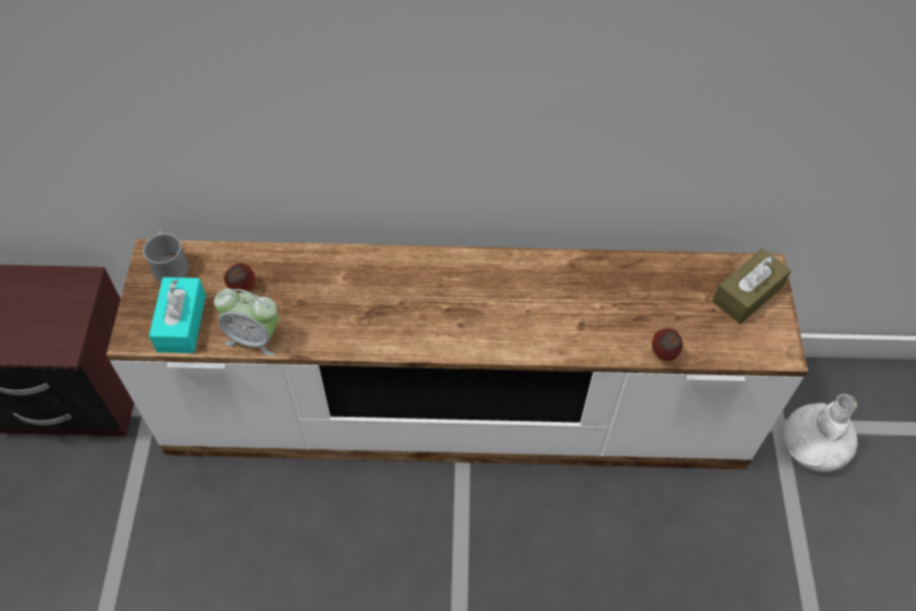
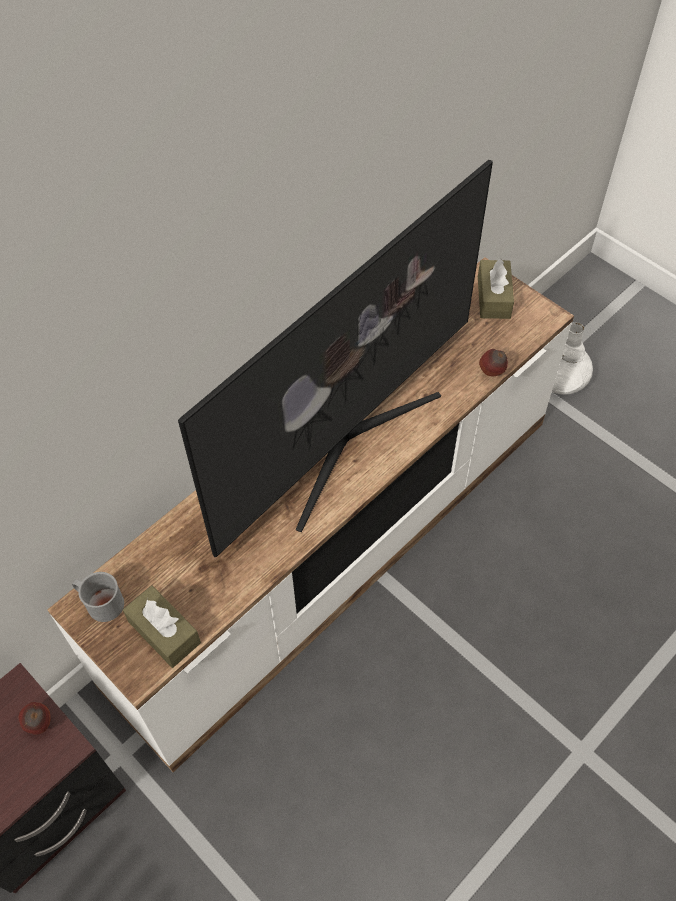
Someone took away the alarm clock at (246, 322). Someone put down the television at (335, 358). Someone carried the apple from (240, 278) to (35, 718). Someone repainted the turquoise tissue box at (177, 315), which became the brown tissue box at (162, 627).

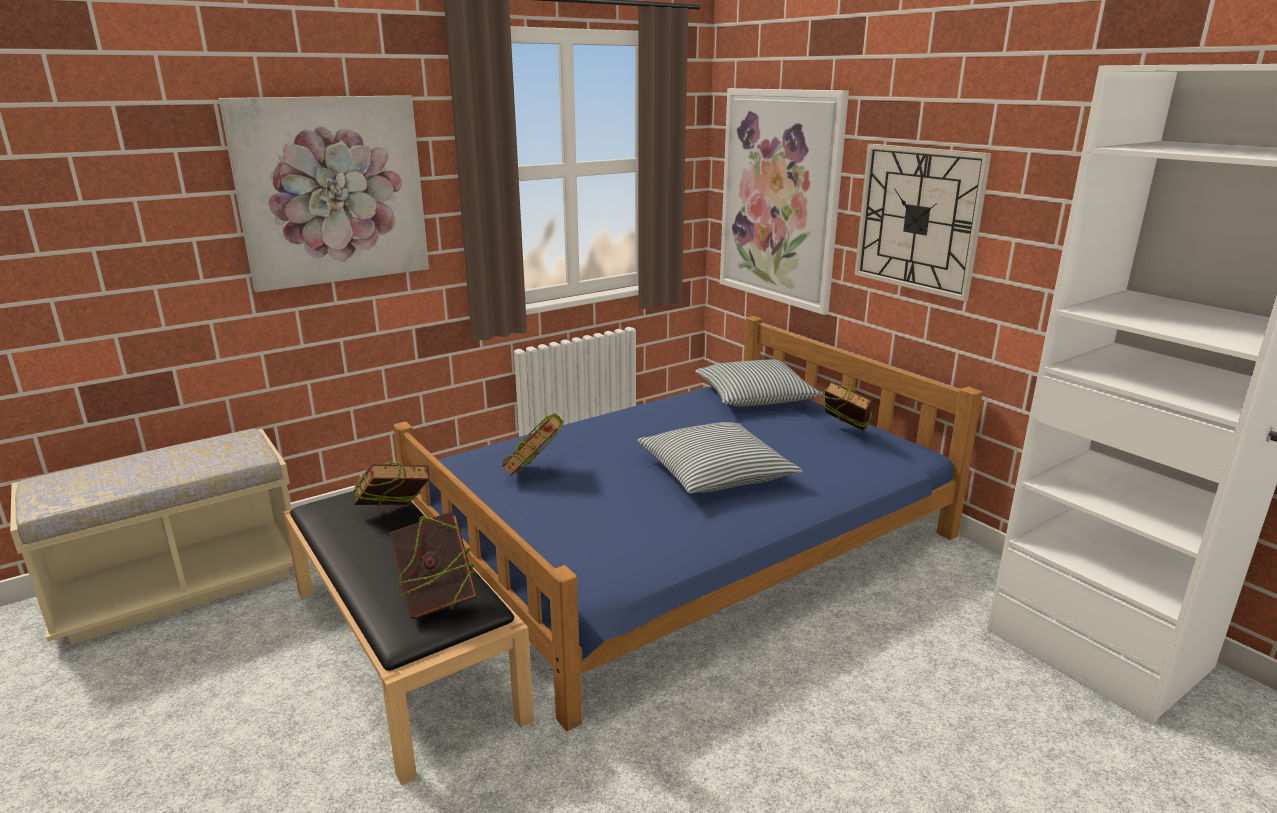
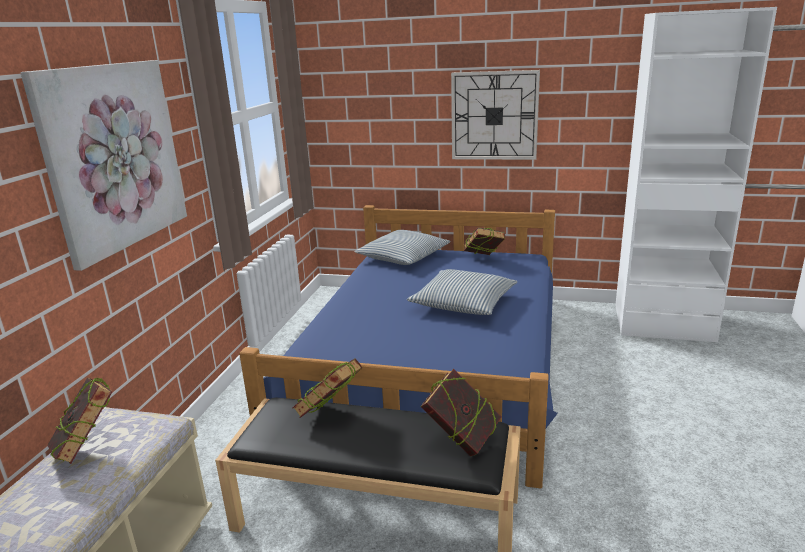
Someone took away the picture at (784, 201). Someone carried the book from (532, 444) to (80, 420).

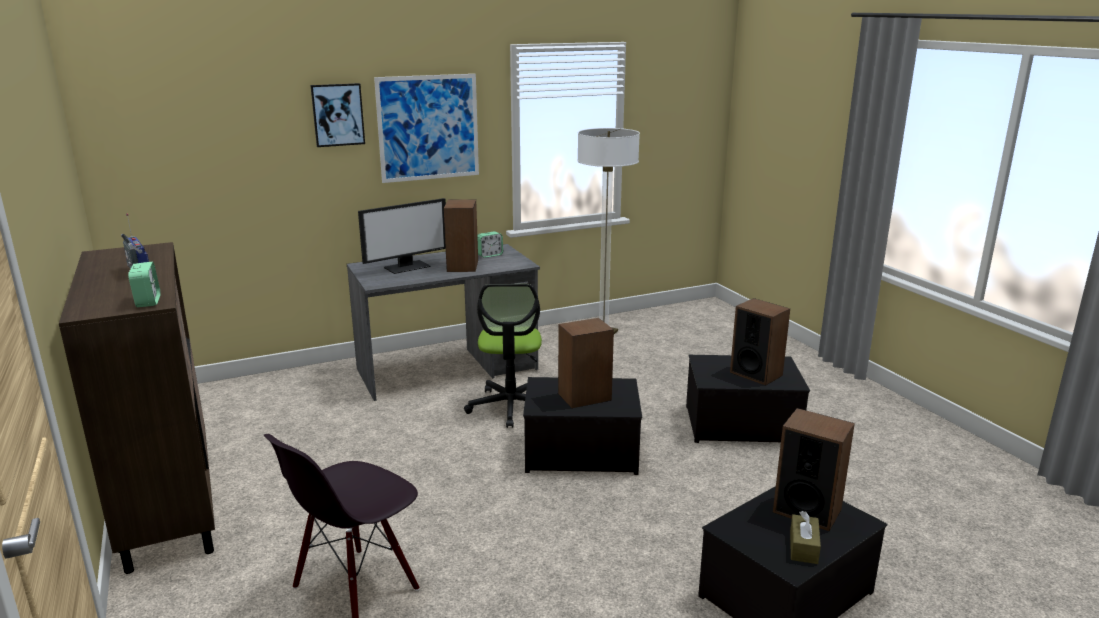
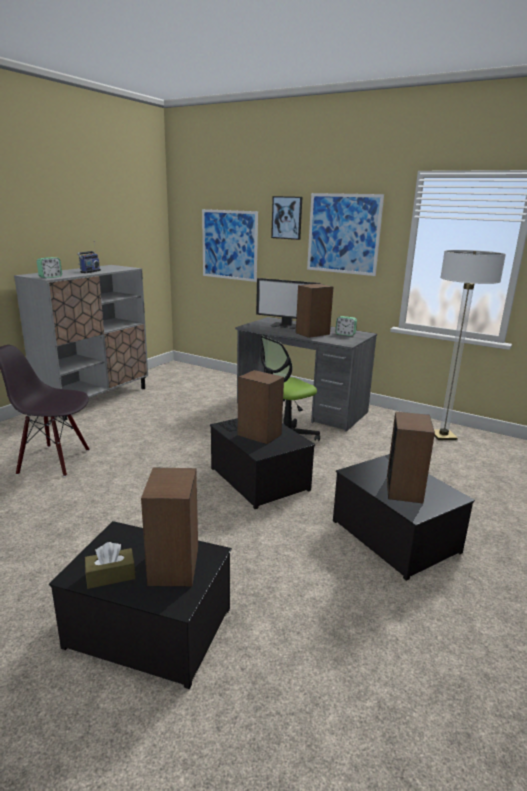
Someone put up the picture at (230, 245). Someone repainted the brown cabinet at (137, 408), which became the grey cabinet at (81, 342).

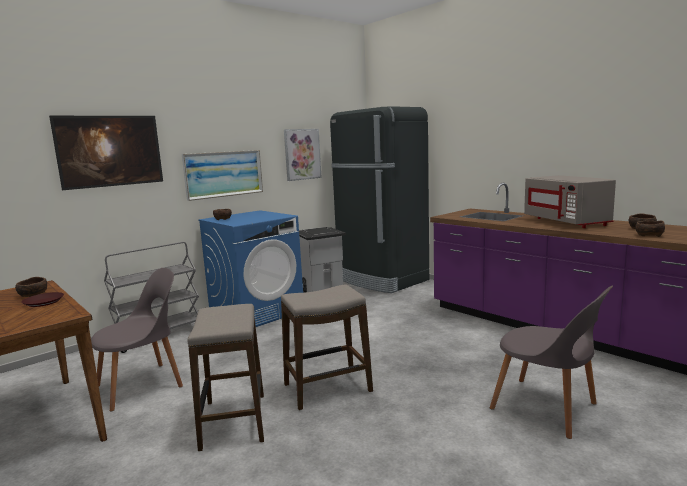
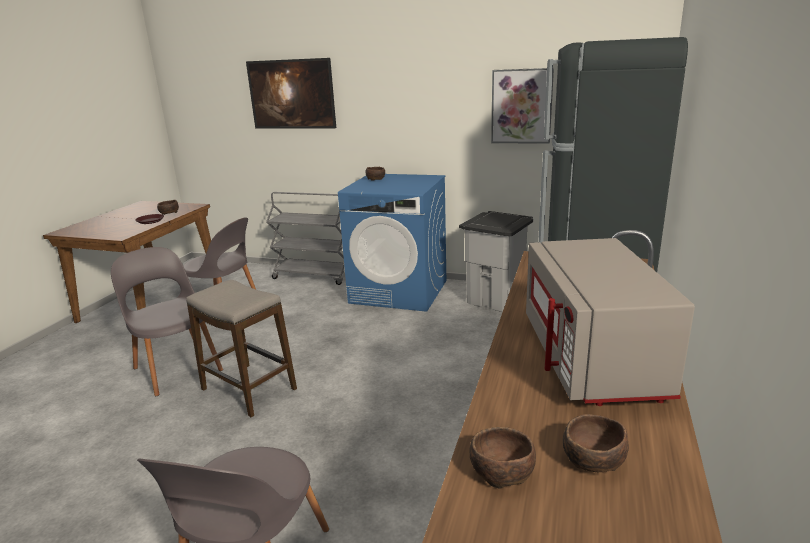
Someone took away the picture at (222, 175). Someone swapped the stool at (225, 377) for the grey chair at (167, 321). Someone rotated the grey microwave at (570, 201) by 45 degrees counterclockwise.

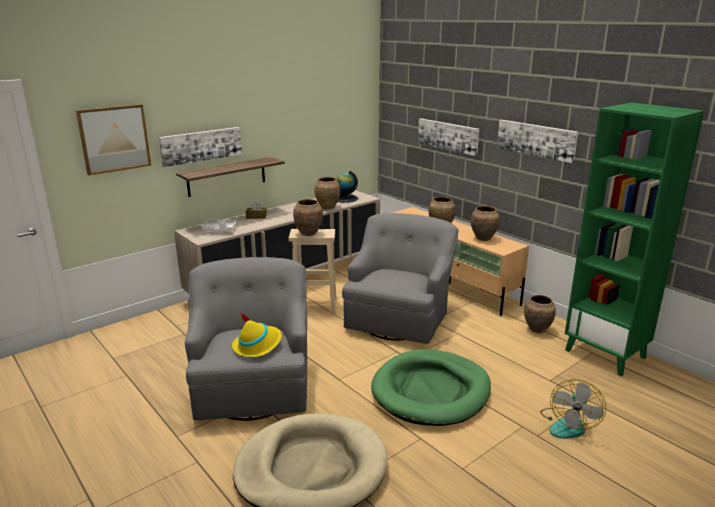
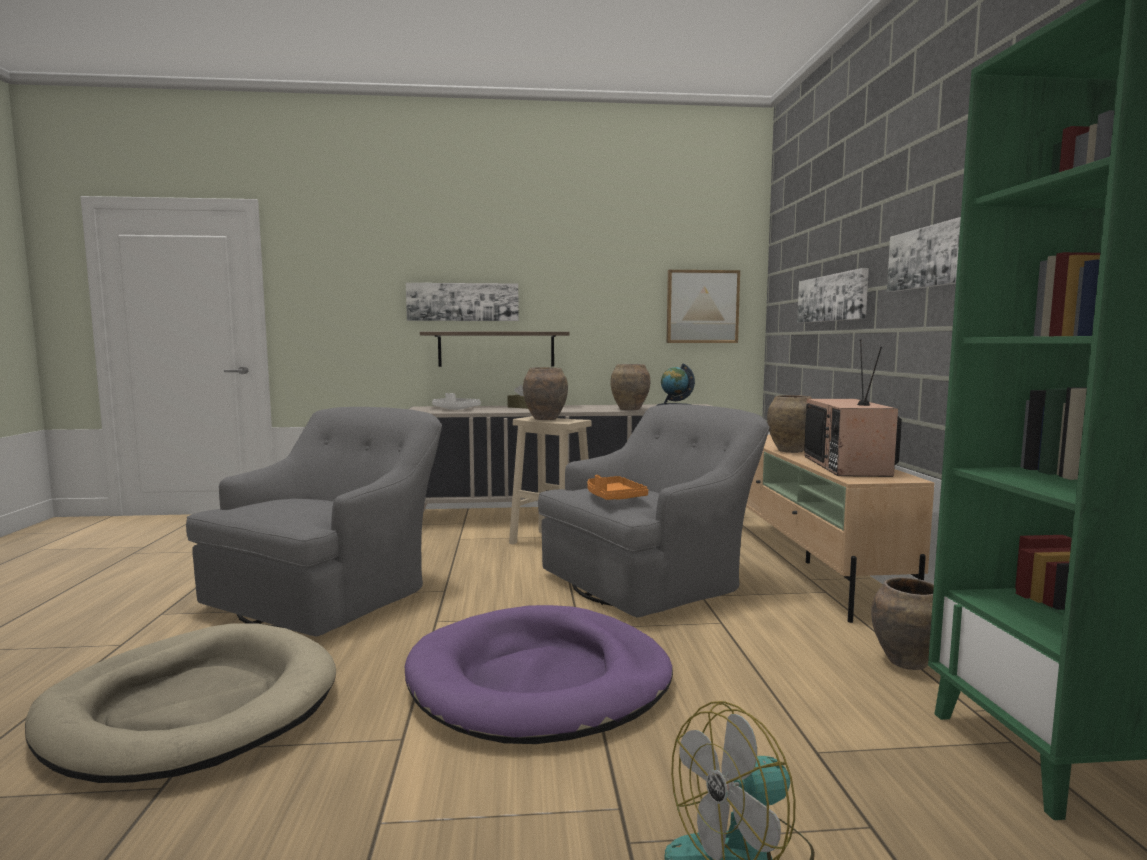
Someone took away the yellow hat at (257, 335). Someone put down the orange tray at (617, 487). Someone carried the picture from (113, 139) to (703, 306). Someone swapped the brown vase at (485, 223) for the television at (853, 408). Someone repainted the green dog bed at (431, 387), which became the purple dog bed at (539, 674).

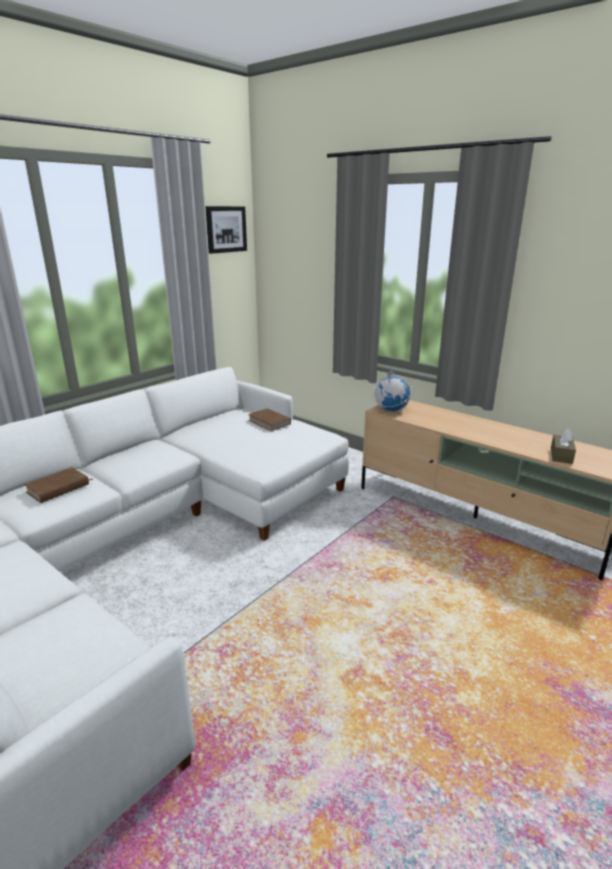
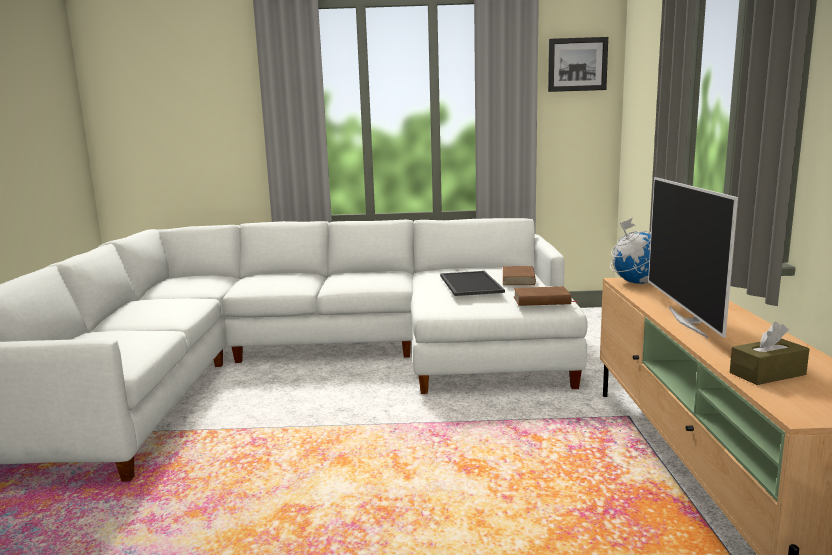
Someone put down the tray at (472, 283). Someone put down the television at (693, 257). Someone carried the brown book from (58, 485) to (546, 296).

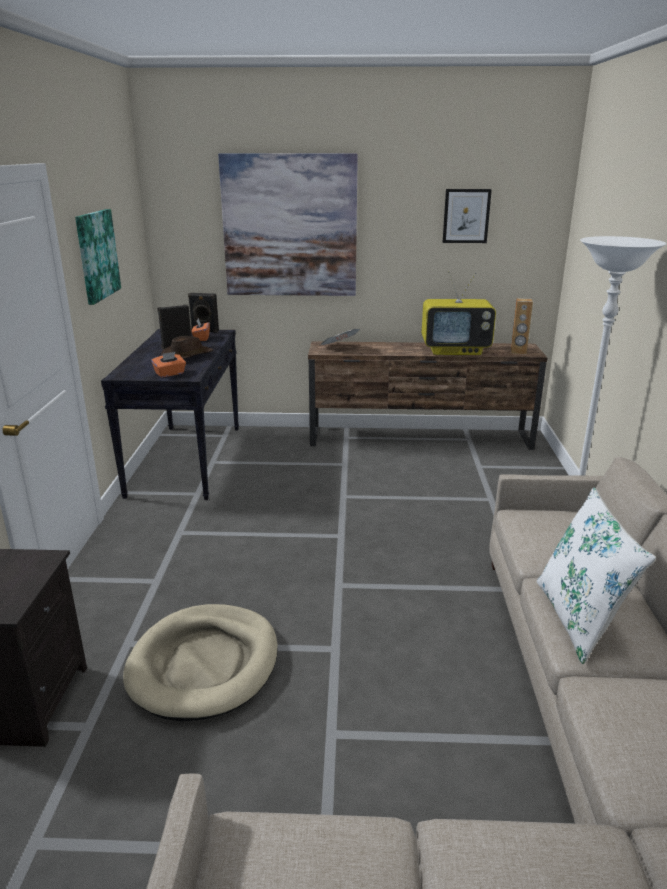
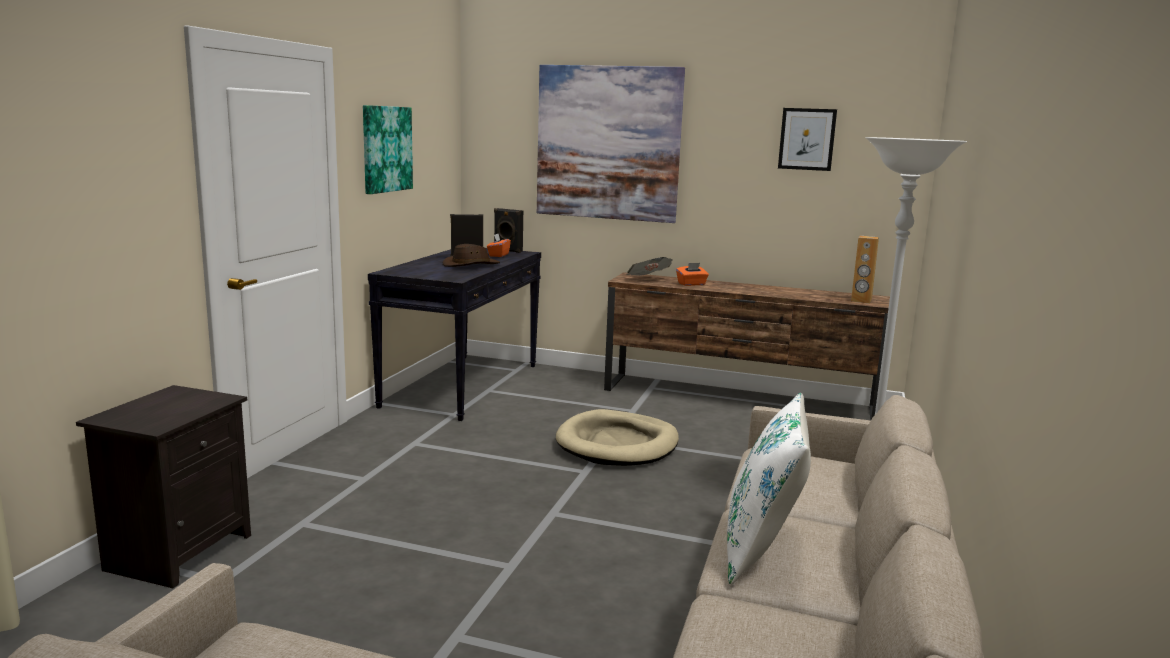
Someone took away the television at (459, 313). Someone carried the beige dog bed from (200, 662) to (617, 437). Someone carried the orange tissue box from (168, 364) to (692, 274).

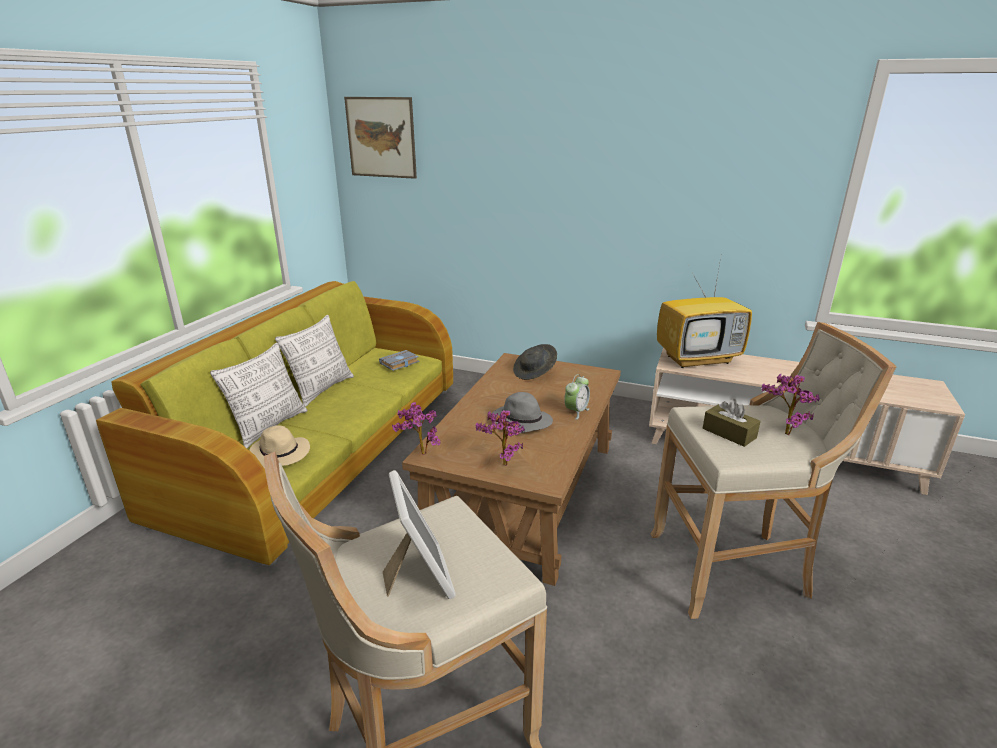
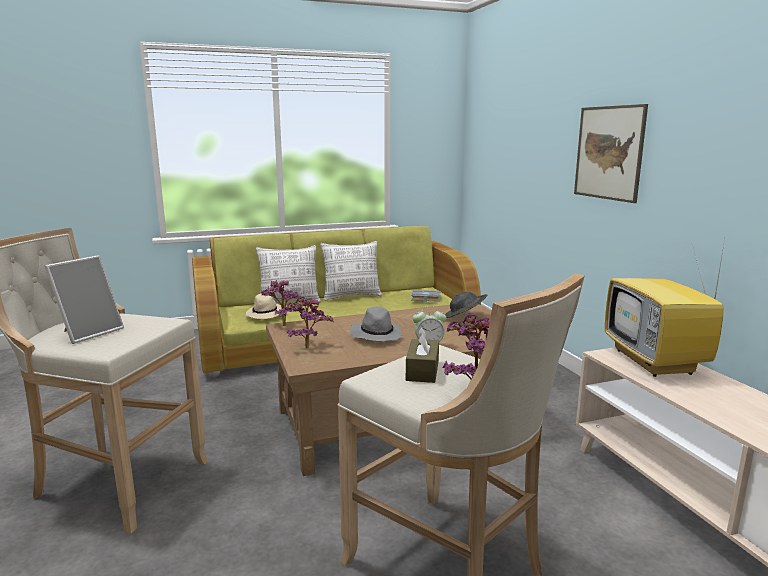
Someone carried the picture from (380, 138) to (611, 153). Someone rotated the television at (704, 313) by 45 degrees clockwise.

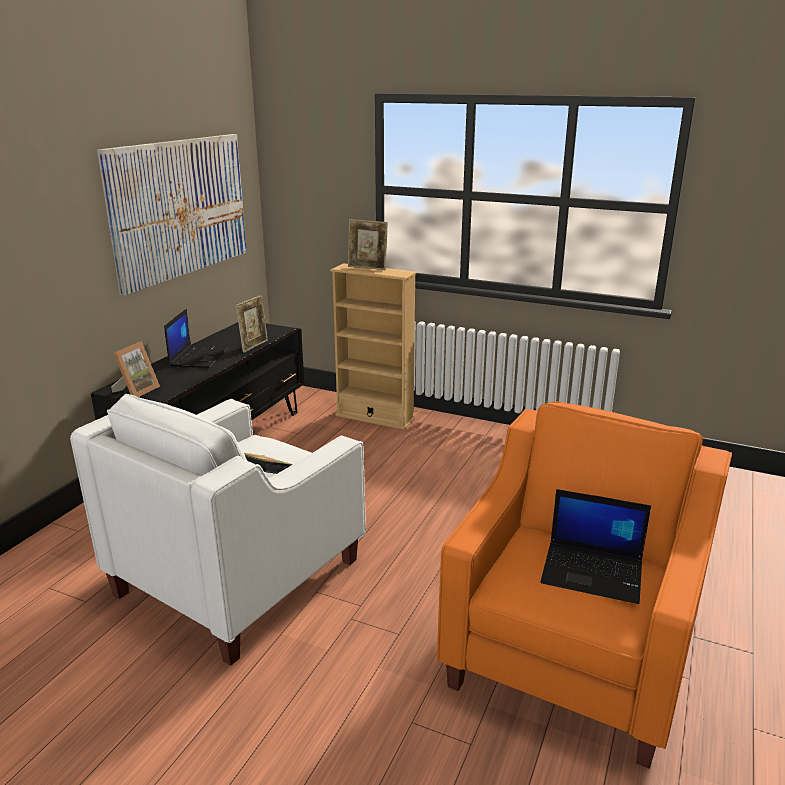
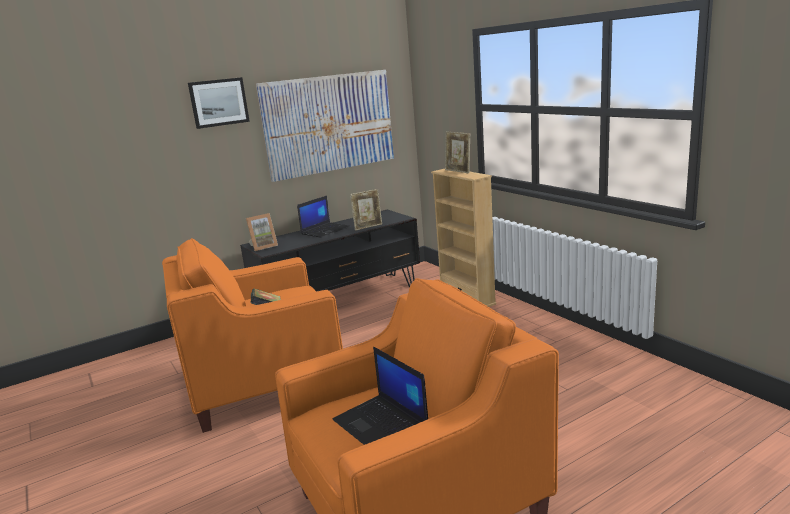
Someone put up the picture at (219, 103). Someone repainted the white armchair at (218, 530), which became the orange armchair at (252, 335).

